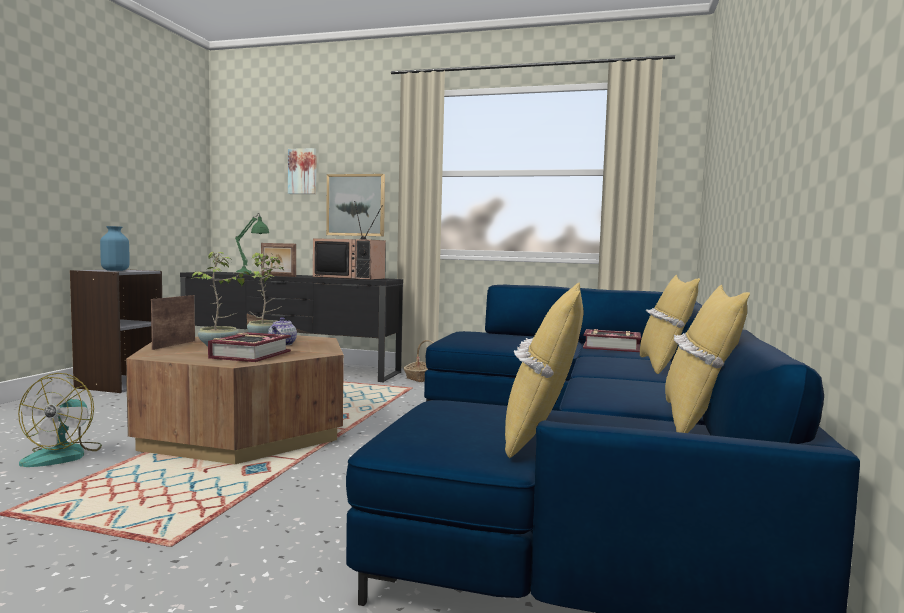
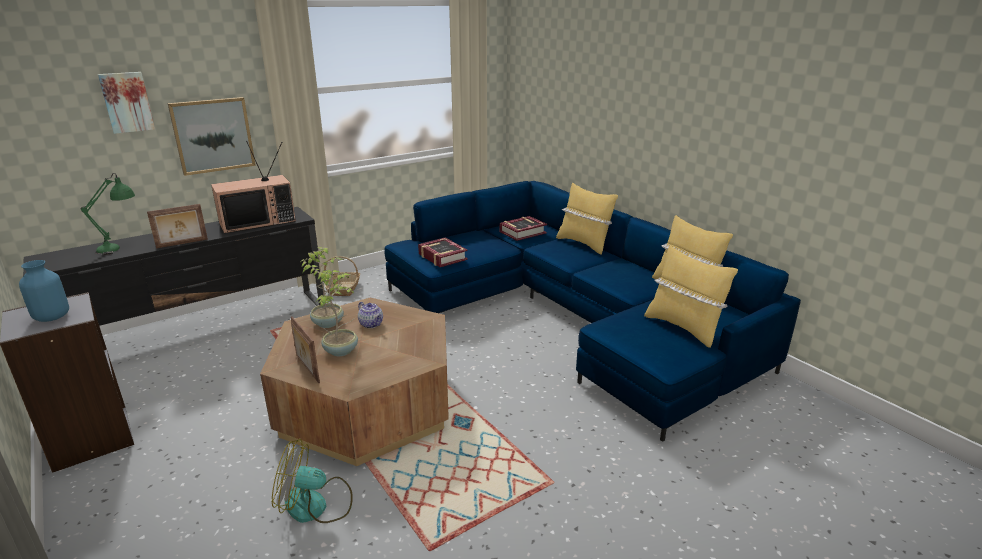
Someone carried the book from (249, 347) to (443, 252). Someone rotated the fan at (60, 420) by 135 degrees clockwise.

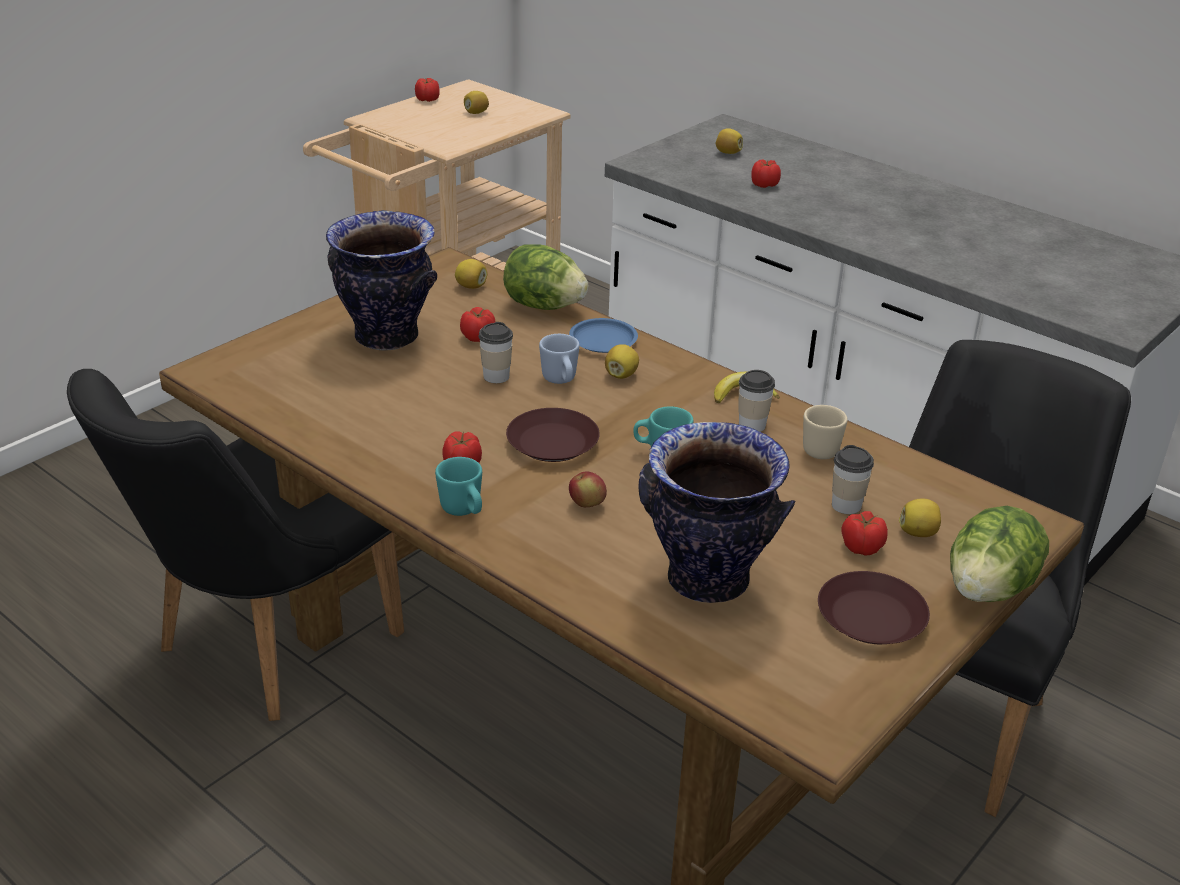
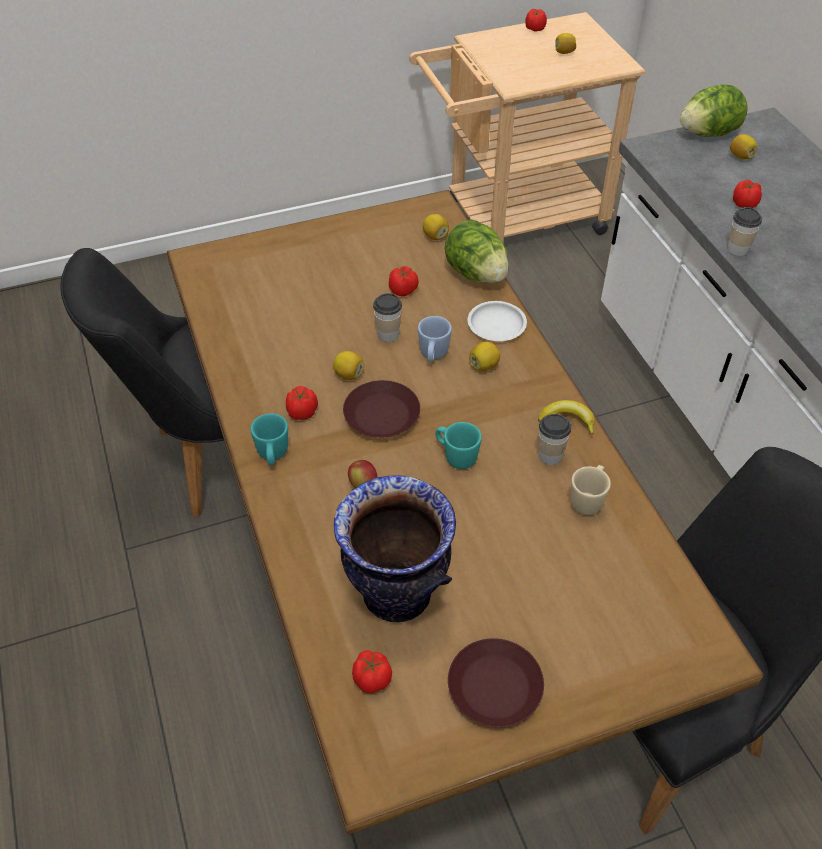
Someone took away the vase at (381, 280). Someone carried the cup from (853, 479) to (744, 231). Someone carried the tomato from (865, 533) to (372, 671). Someone carried the lemon from (920, 518) to (348, 365). Someone carried the lettuce from (999, 554) to (714, 110). Someone repainted the blue plate at (603, 335), which became the white plate at (497, 321).

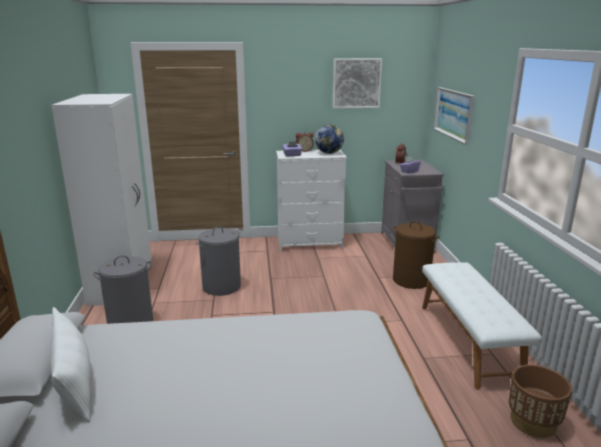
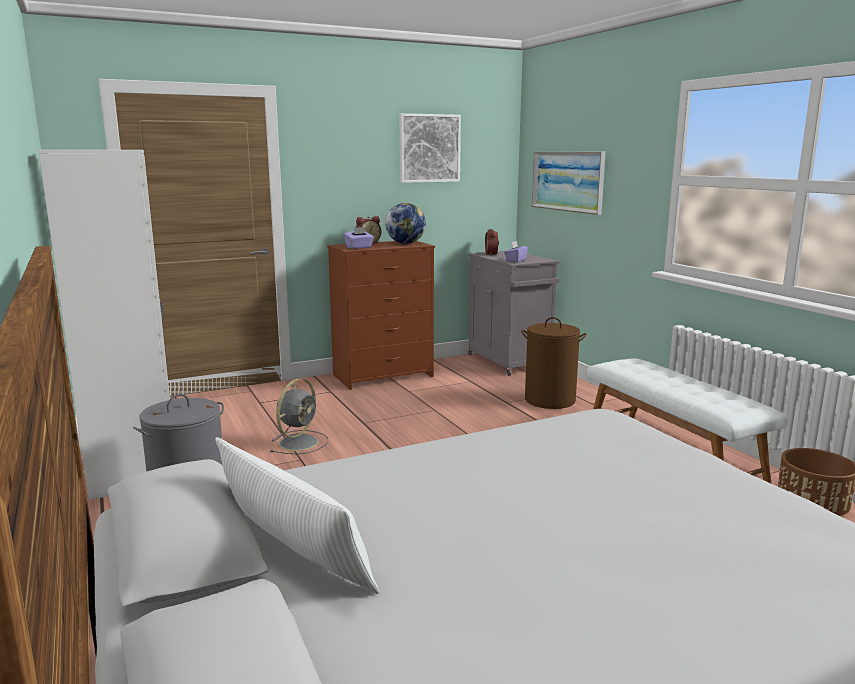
Someone swapped the grey laundry basket at (218, 261) for the grey fan at (299, 416). Someone repainted the white dresser at (311, 200), which became the brown dresser at (381, 315).

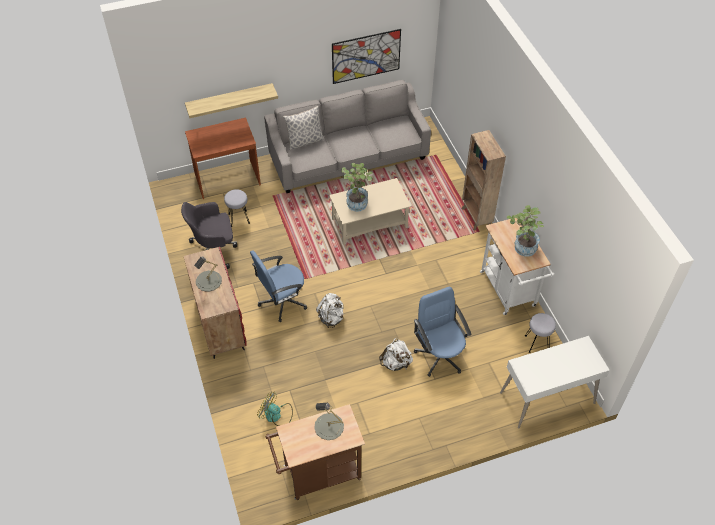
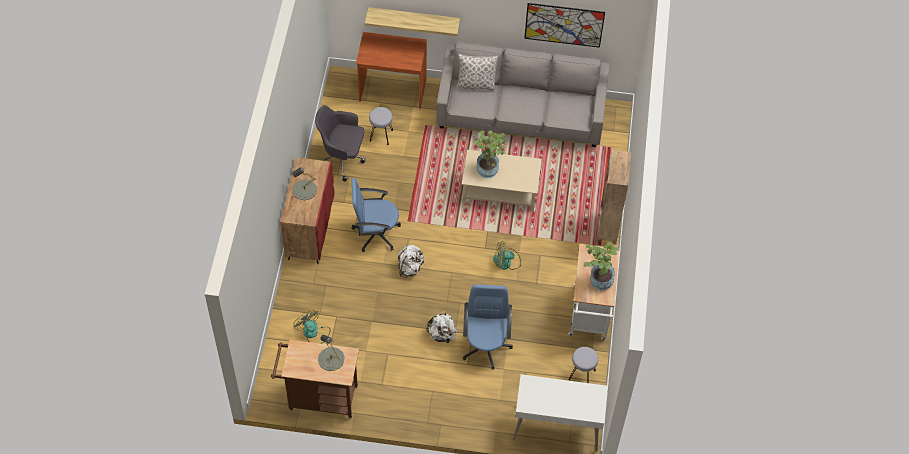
Someone put down the fan at (507, 255).

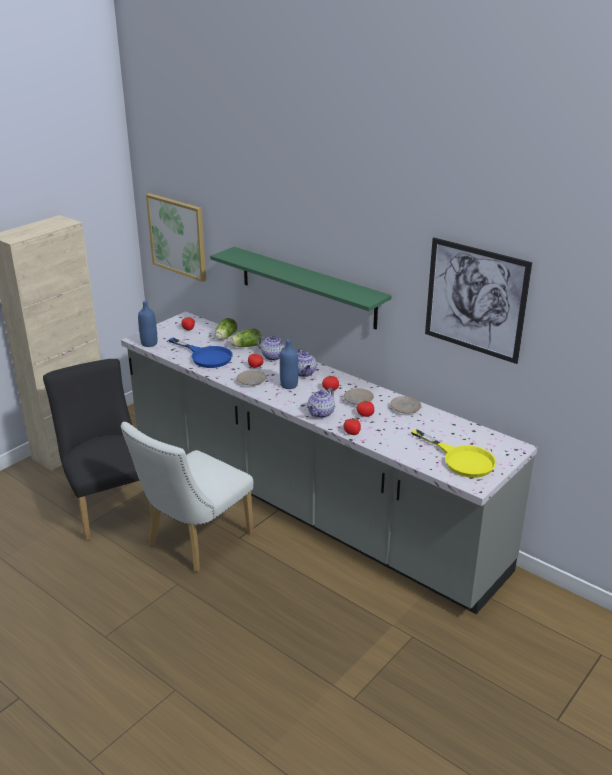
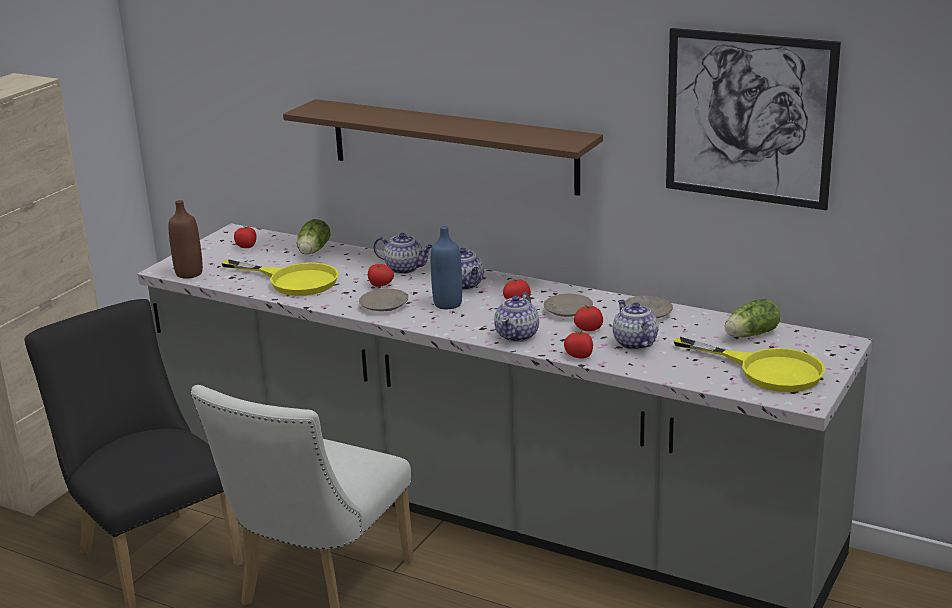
Someone took away the picture at (176, 237). Someone put down the teapot at (636, 325). Someone carried the lettuce from (245, 338) to (752, 318). Someone repainted the blue bottle at (147, 324), which became the brown bottle at (185, 239). Someone repainted the blue frying pan at (201, 352), which became the yellow frying pan at (280, 277). Someone repainted the green shelf at (301, 288), which became the brown shelf at (443, 147).

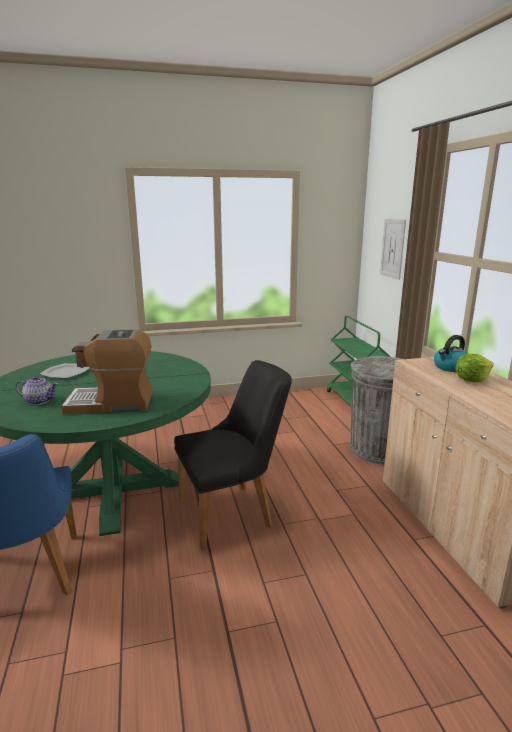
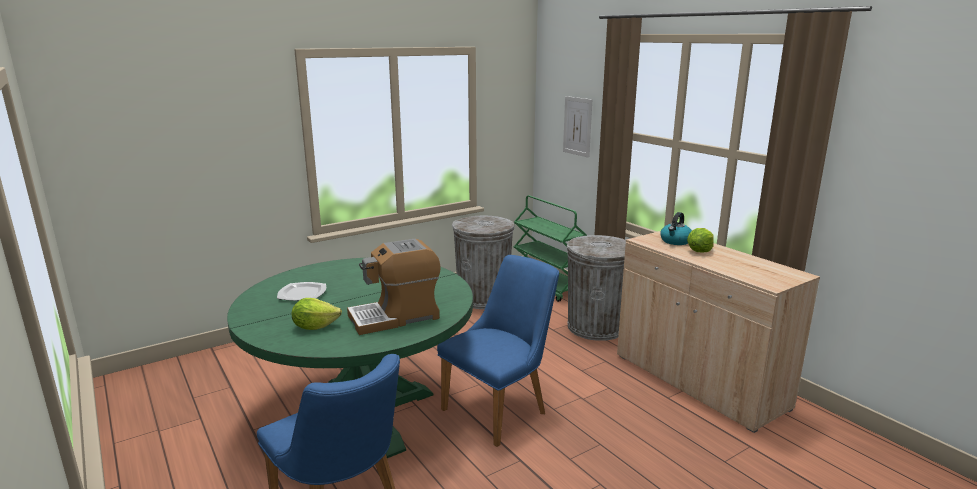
Someone put down the grey trash can at (483, 262). Someone swapped the teapot at (37, 390) for the lettuce at (317, 314). Someone repainted the black chair at (233, 455), which became the blue chair at (498, 351).

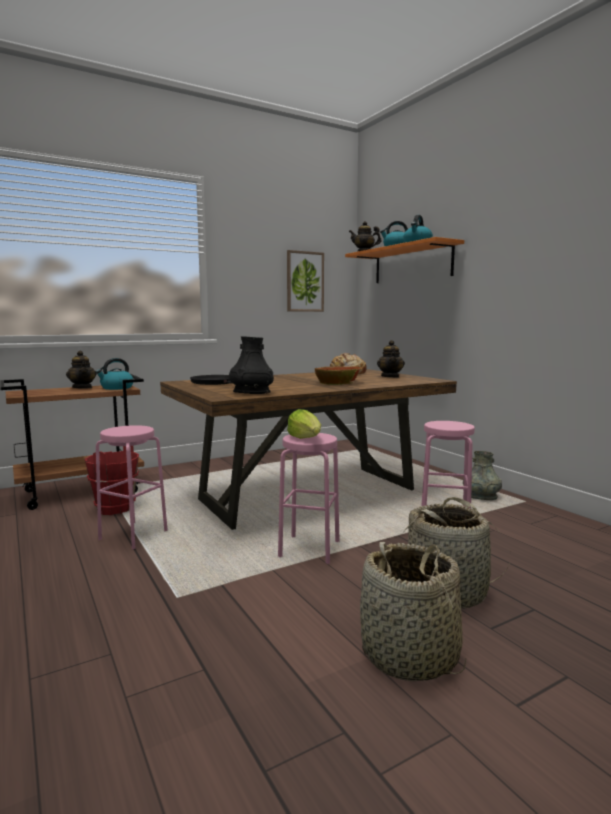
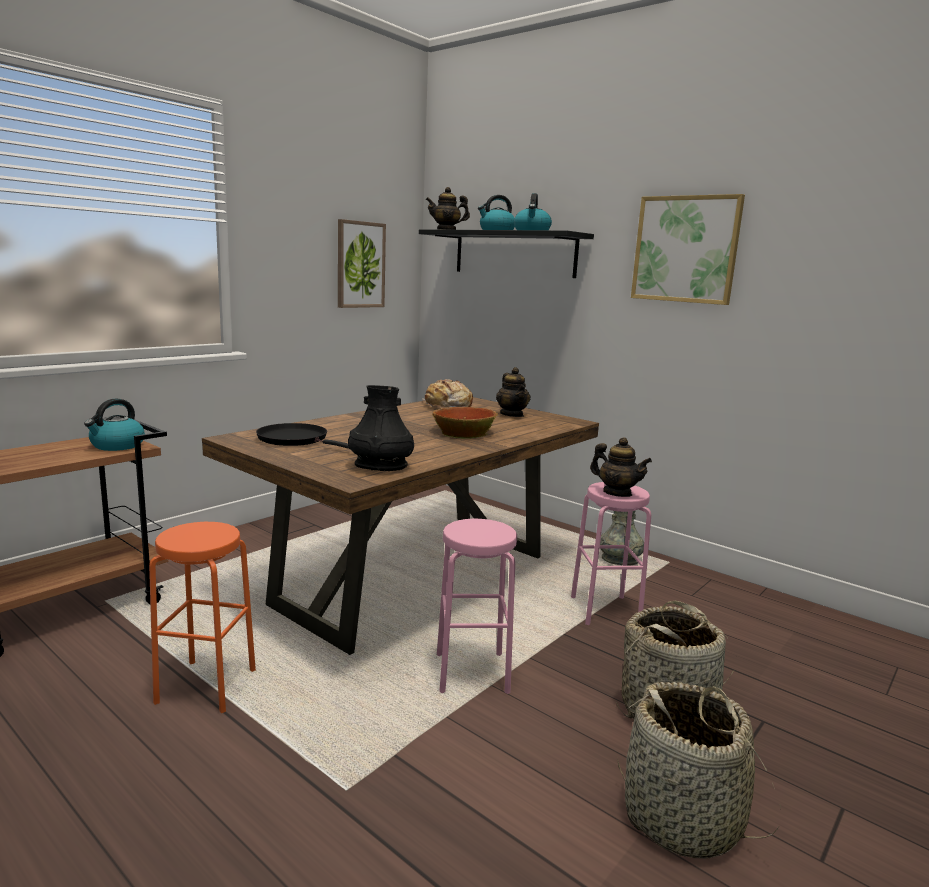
Someone took away the red bucket at (112, 480). Someone took away the lettuce at (304, 424). Someone put up the picture at (688, 249). Someone carried the teapot from (81, 370) to (621, 467). Someone repainted the pink stool at (132, 487), which became the orange stool at (202, 617). Someone repainted the orange shelf at (404, 260), which became the black shelf at (506, 253).

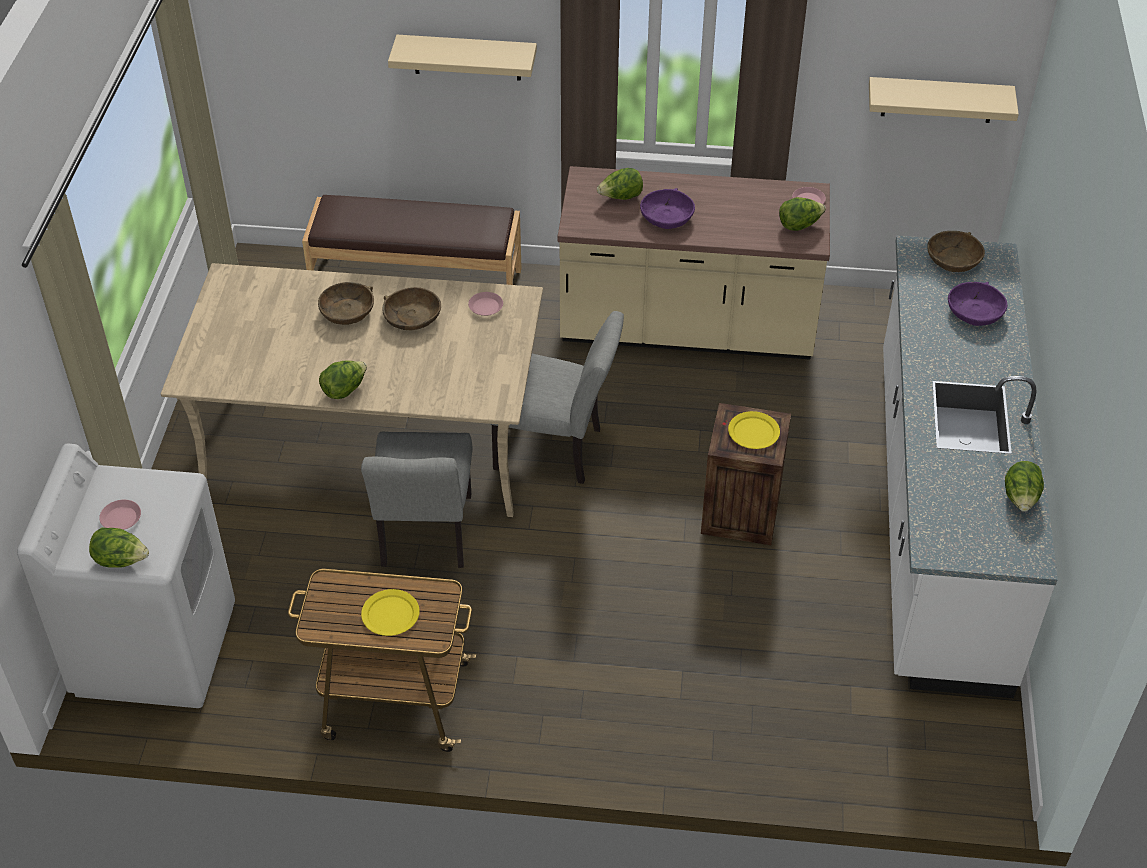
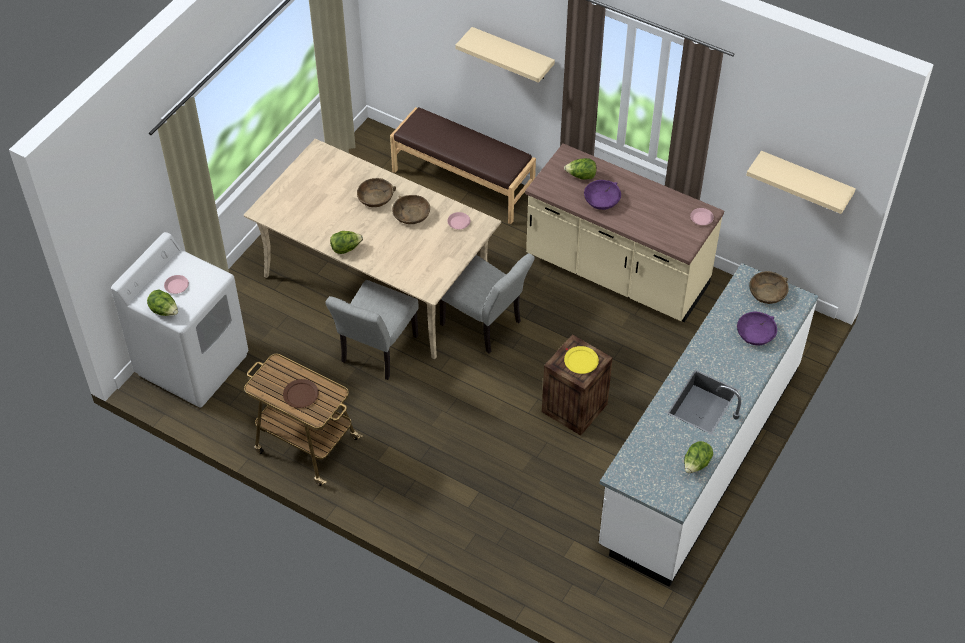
Someone took away the lettuce at (802, 214). Someone repainted the yellow plate at (390, 612), which became the brown plate at (300, 393).

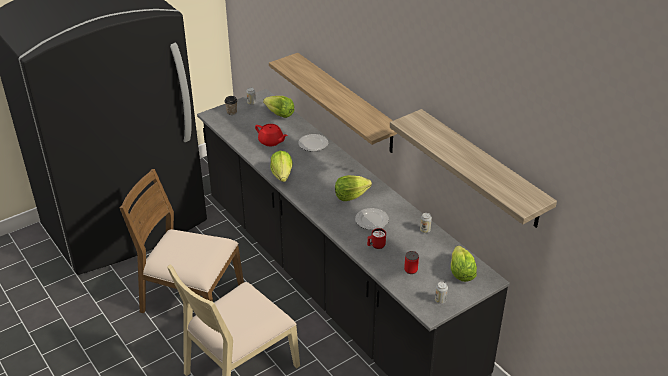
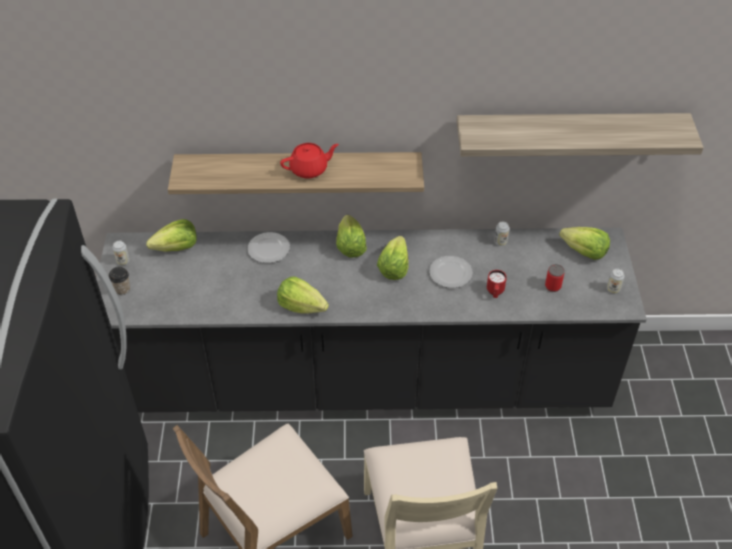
Someone put down the lettuce at (351, 236). Someone carried the red teapot from (271, 135) to (309, 161).

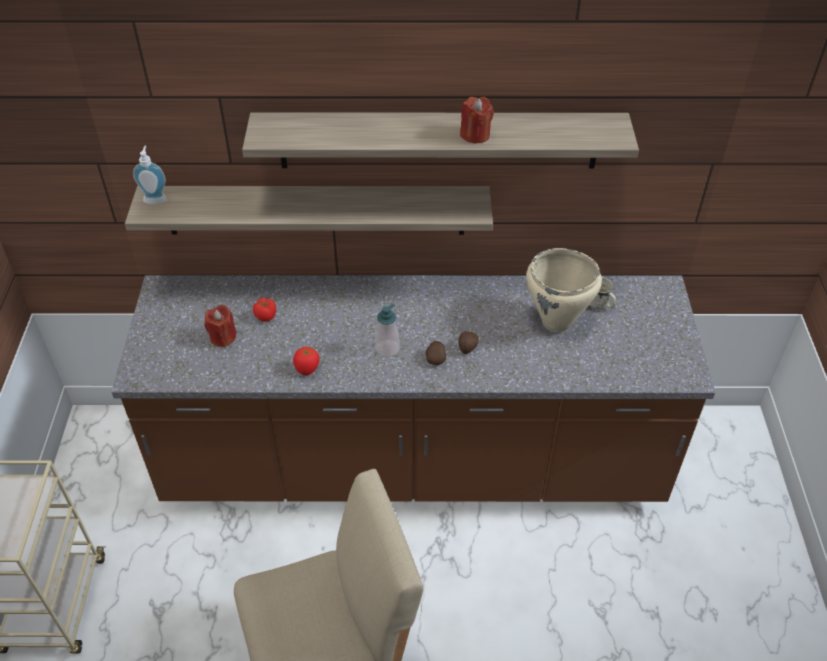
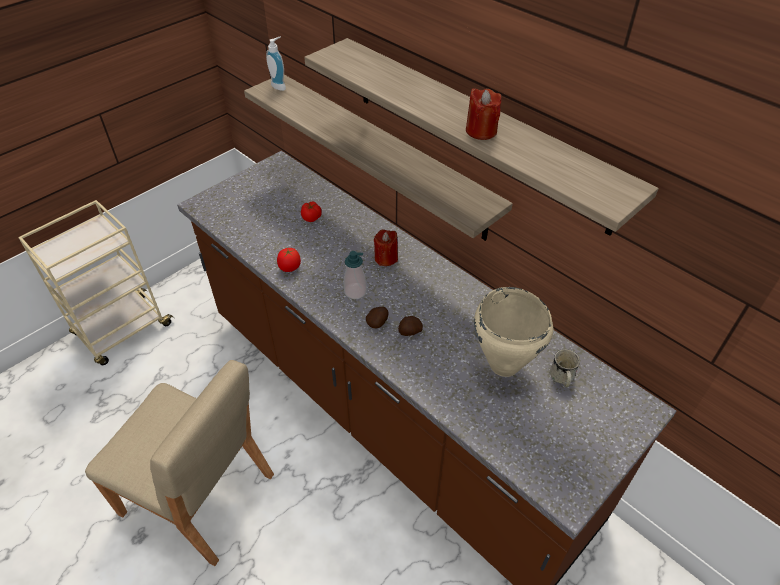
Someone carried the red candle from (221, 326) to (386, 247).

